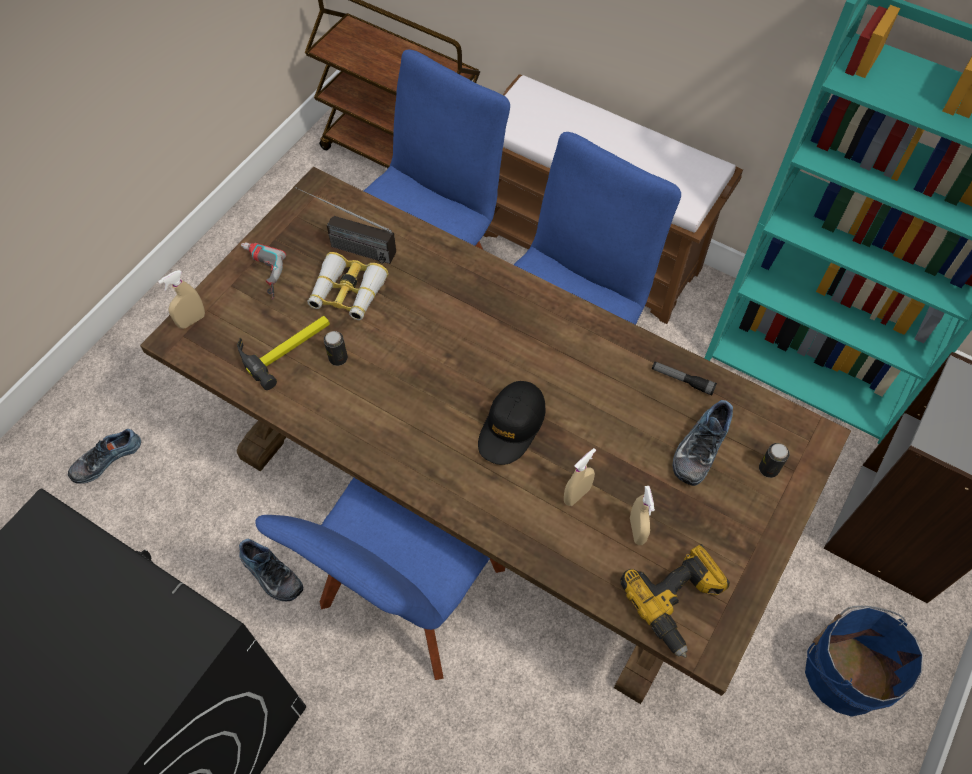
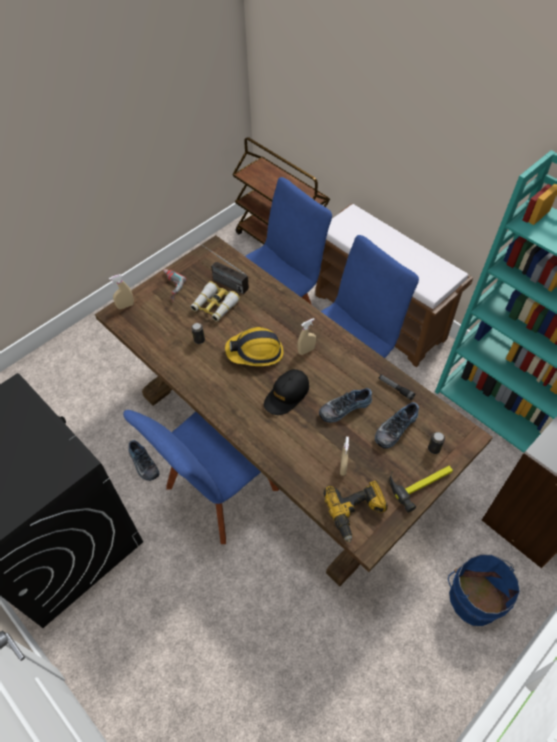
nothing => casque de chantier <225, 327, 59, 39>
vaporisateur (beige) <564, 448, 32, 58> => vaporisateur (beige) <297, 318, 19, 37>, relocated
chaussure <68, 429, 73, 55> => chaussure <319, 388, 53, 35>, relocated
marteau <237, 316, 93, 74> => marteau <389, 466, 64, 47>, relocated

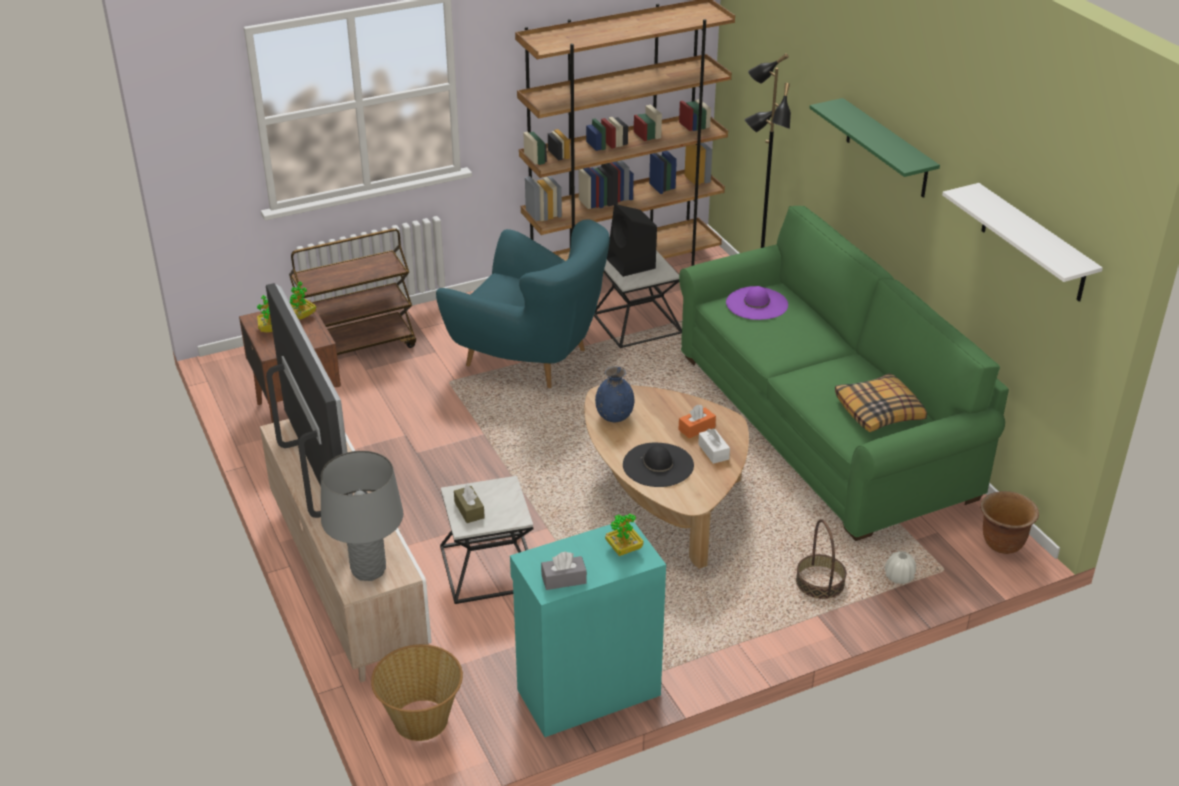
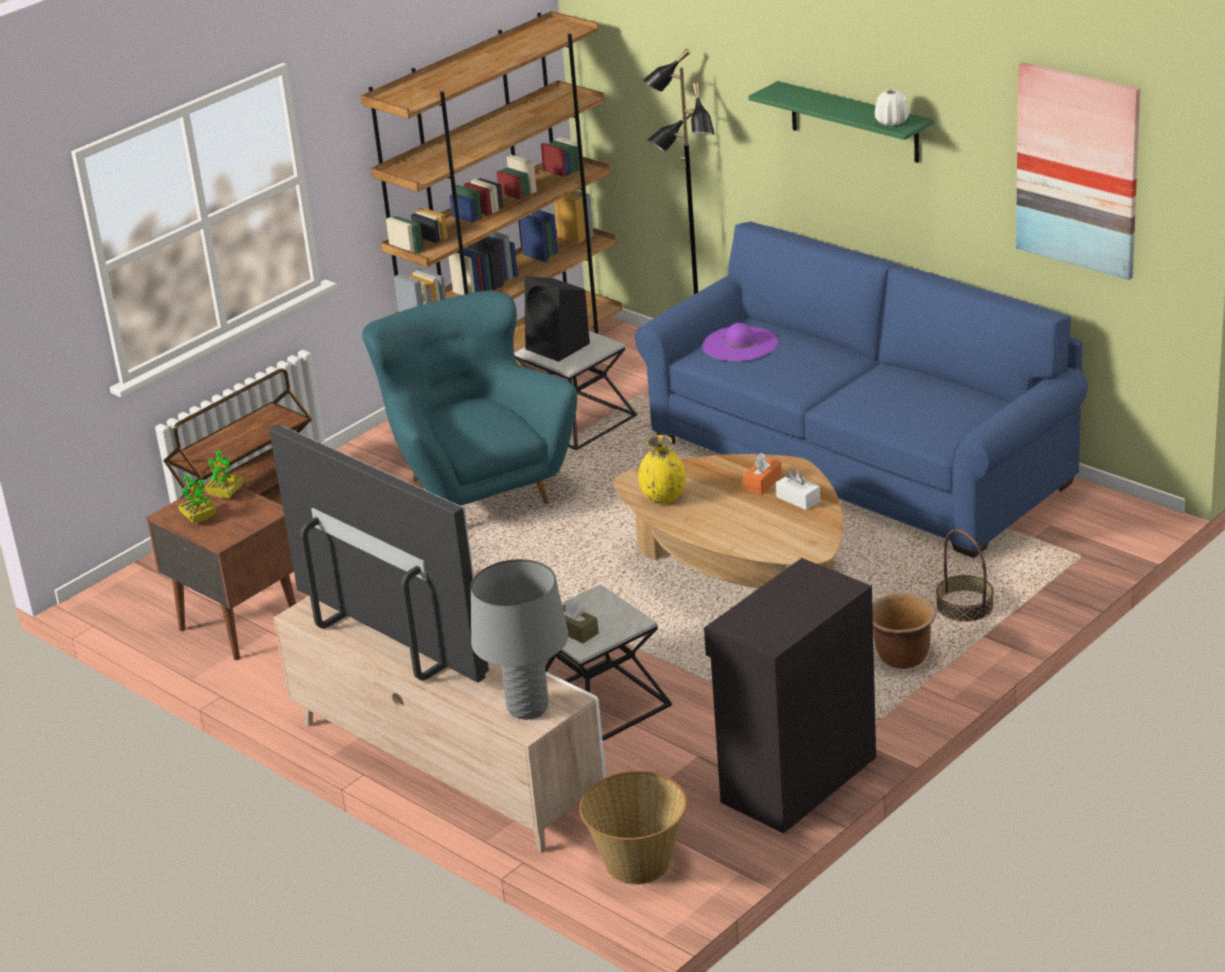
fauteuil (turquoise) <436, 220, 174, 168> => fauteuil (turquoise) <362, 291, 215, 214>, 120 degrees counterclockwise
canapé (vert) <679, 206, 330, 335> => canapé (bleu) <635, 221, 453, 337>
vase (bleu) <595, 367, 39, 55> => vase (jaune) <638, 435, 48, 69>
meuble de rangement (turquoise) <510, 522, 156, 215> => meuble de rangement (noir) <704, 558, 172, 276>
cache-pot (marron) <980, 491, 59, 63> => cache-pot (marron) <872, 593, 65, 76>, relocated
vase (blanc) <885, 551, 31, 33> => vase (blanc) <875, 90, 34, 36>, relocated
étagère (blanc) <942, 183, 161, 119> => tableau <1016, 62, 124, 218>
boîte à mouchoirs (gris) <541, 552, 46, 38> => nothing
plante en pot <605, 514, 39, 42> => nothing
chapeau (noir) <623, 443, 71, 44> => nothing
coussin <835, 373, 92, 59> => nothing

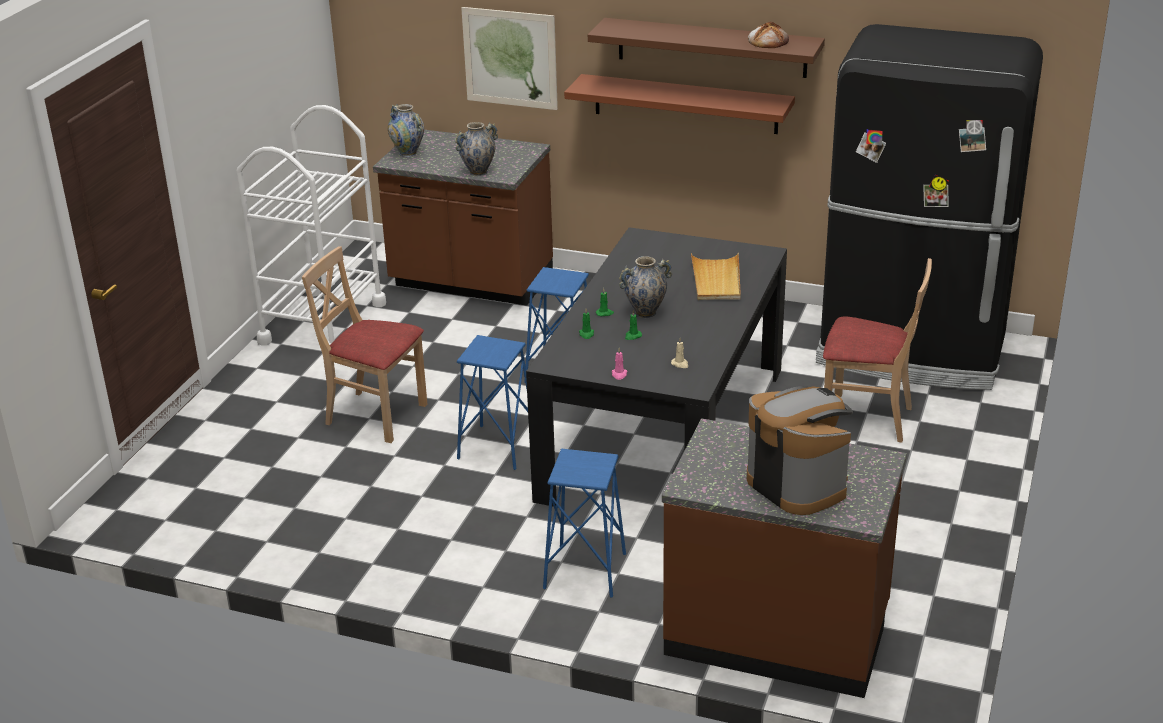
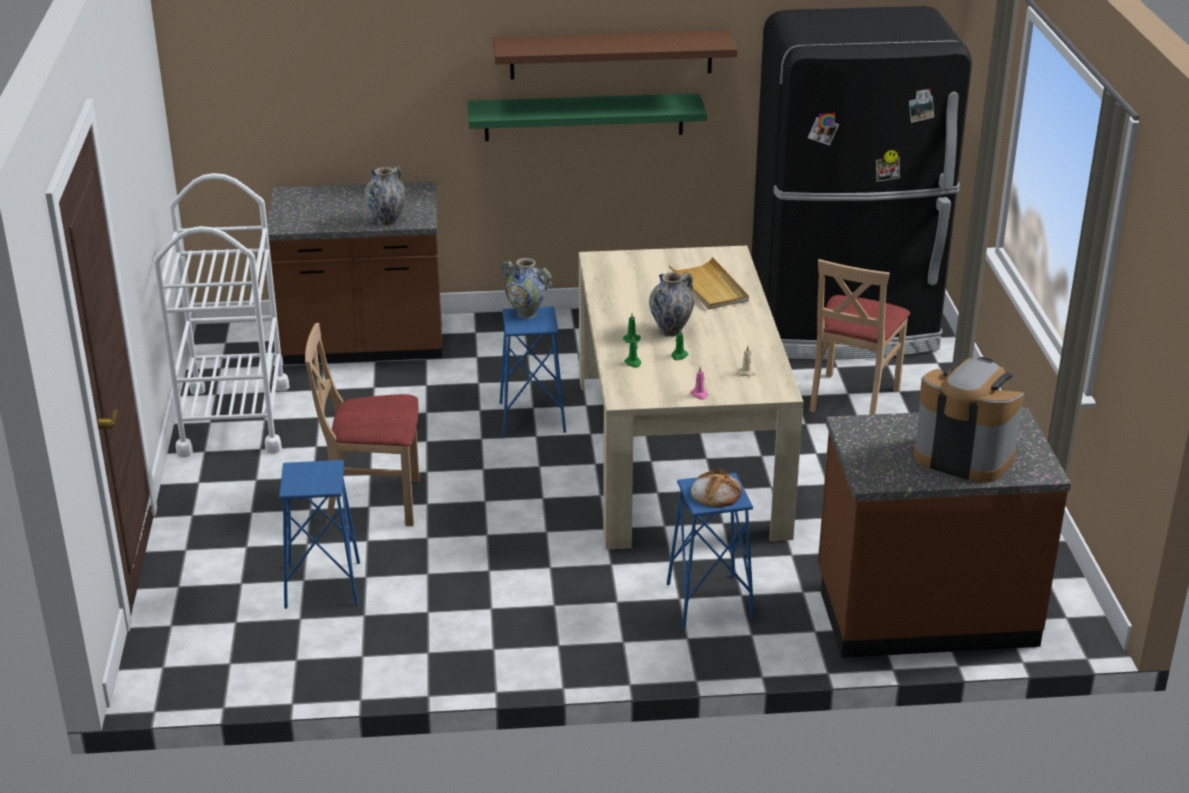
tabouret (bleu) <457, 335, 71, 135> => tabouret (bleu) <279, 460, 81, 149>, relocated
étagère (marron) <564, 74, 231, 60> => étagère (vert) <467, 93, 240, 48>
vase <388, 104, 36, 53> => vase <501, 258, 51, 61>, relocated
table à manger (noir) <526, 227, 261, 280> => table à manger (beige) <579, 245, 224, 305>
pain <748, 22, 41, 26> => pain <691, 469, 51, 38>, relocated
chaise (beige) <823, 258, 109, 185> => chaise (beige) <809, 259, 101, 156>, 120 degrees clockwise
tableau <461, 7, 97, 103> => nothing

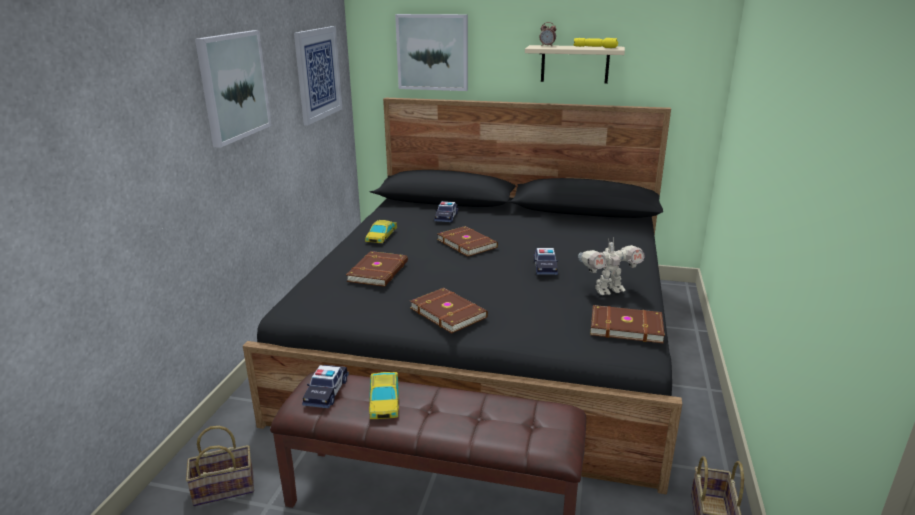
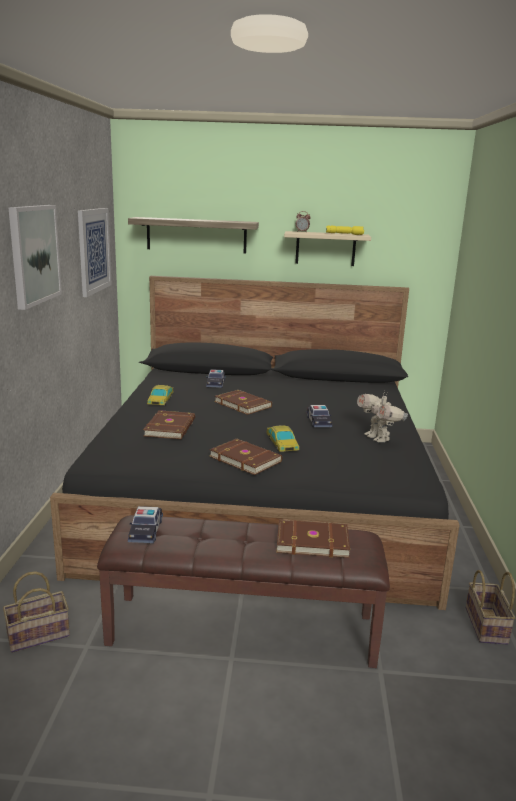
tableau <395, 14, 73, 77> => étagère <128, 217, 131, 37>
petite voiture <369, 372, 30, 47> => petite voiture <266, 426, 33, 26>, relocated
livre (marron) <590, 305, 75, 38> => livre (marron) <276, 520, 74, 38>, relocated
robot jouet <578, 237, 67, 58> => robot jouet <357, 391, 51, 51>, 90 degrees clockwise

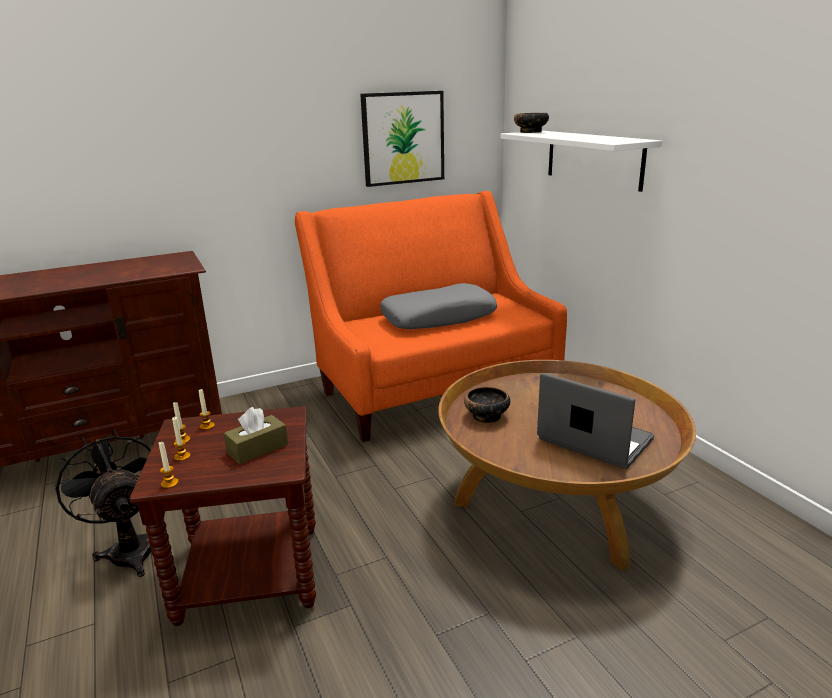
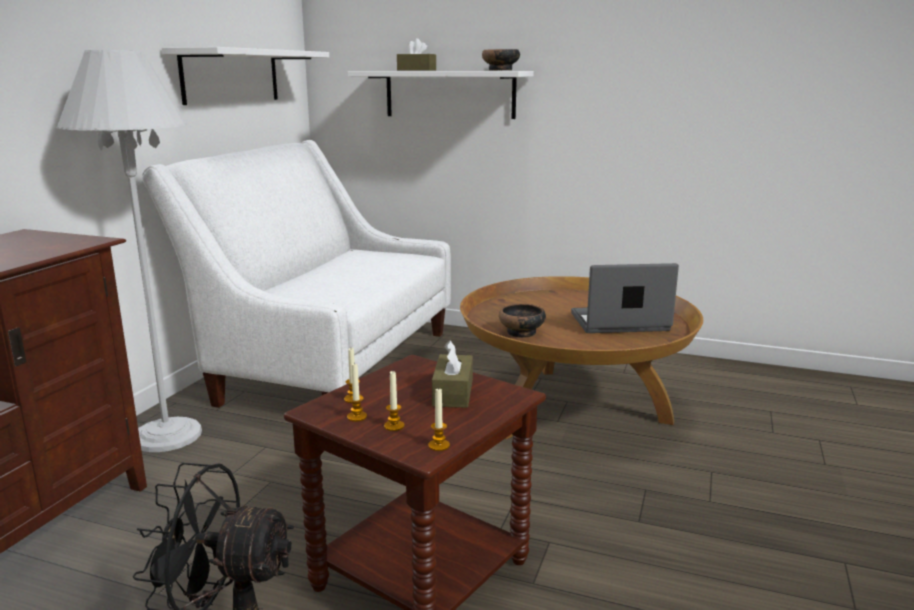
nothing => lampadaire (blanc) <57, 50, 145, 402>
canapé (orange) <295, 191, 272, 251> => canapé (blanc) <142, 140, 309, 268>
tableau <360, 91, 84, 96> => étagère (blanc) <162, 47, 167, 58>
nothing => boîte à mouchoirs (marron) <397, 38, 39, 33>
bol <514, 113, 35, 20> => bol <482, 49, 38, 21>, relocated
coussin (gris) <380, 283, 117, 46> => nothing

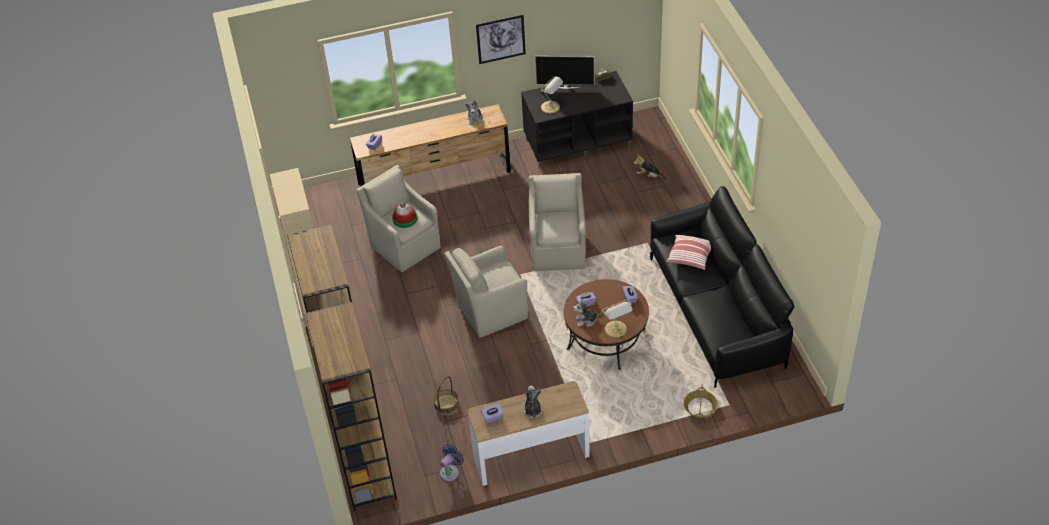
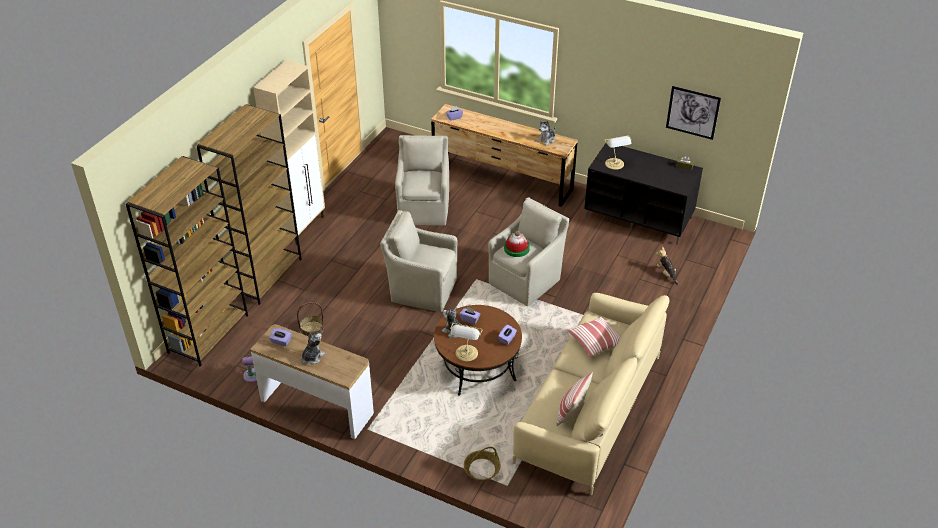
chapeau <392, 202, 26, 26> => chapeau <504, 231, 26, 26>, relocated
canapé (noir) <650, 186, 145, 202> => canapé (beige) <513, 293, 157, 202>
nothing => coussin <557, 372, 36, 54>
tableau <476, 15, 50, 49> => tableau <666, 86, 55, 54>, relocated
téléviseur <535, 56, 60, 33> => nothing

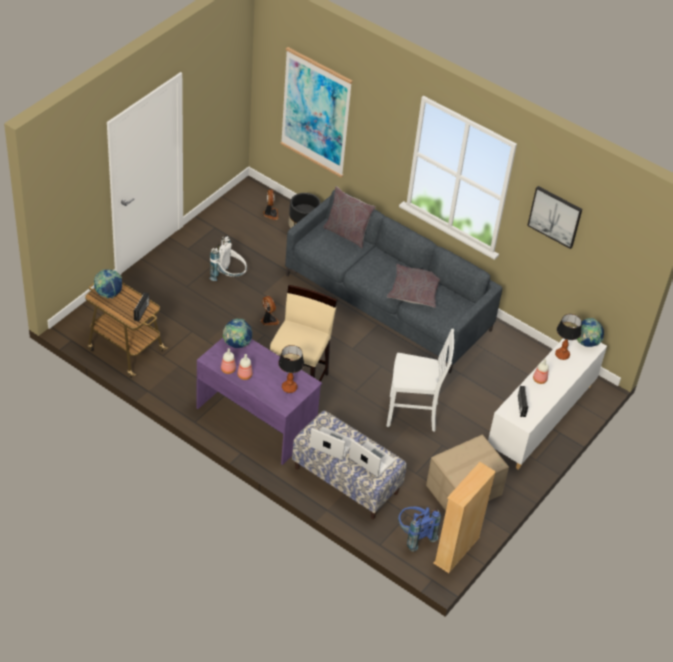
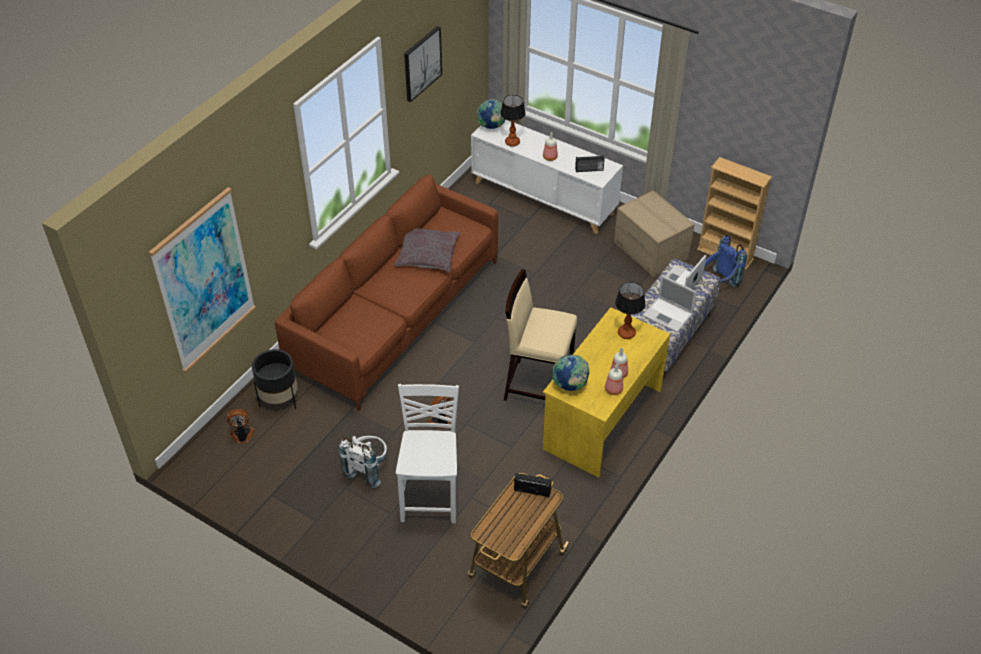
canapé (gris) <285, 190, 217, 183> => canapé (marron) <275, 174, 223, 237>
chaise (blanc) <386, 329, 68, 103> => chaise (blanc) <396, 384, 63, 140>, relocated
bureau (violet) <197, 338, 125, 127> => bureau (jaune) <543, 307, 127, 171>
ordinateur portable <310, 426, 45, 34> => ordinateur portable <643, 275, 54, 58>, 75 degrees counterclockwise
globe <94, 270, 28, 28> => nothing
coussin (gris) <323, 186, 53, 62> => nothing

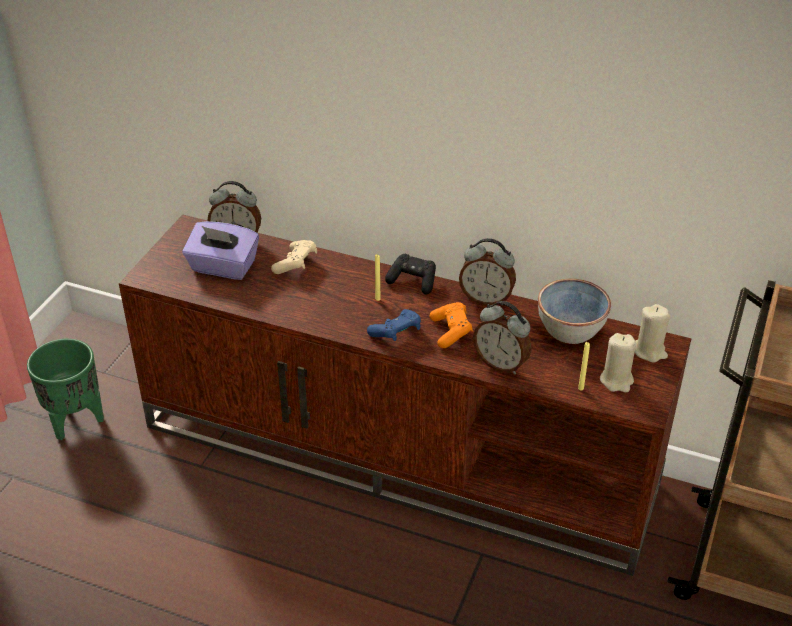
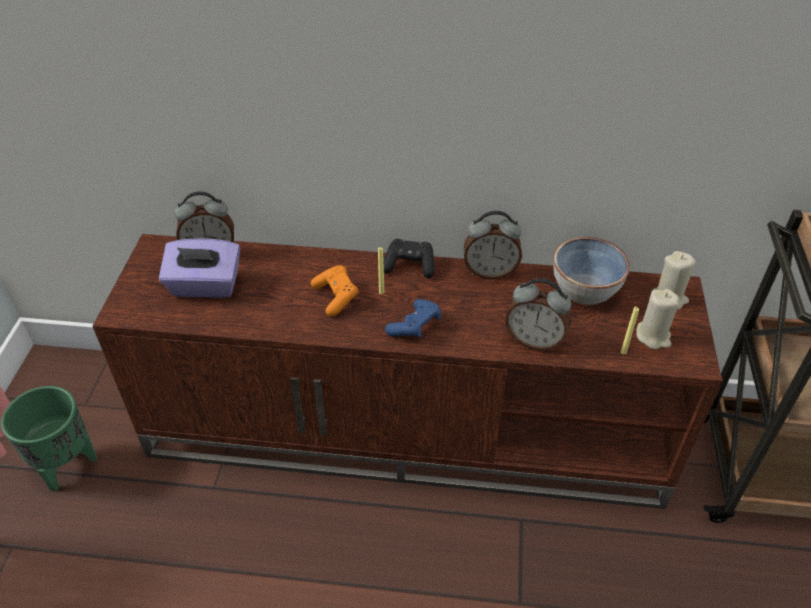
manette (orange) <430, 302, 43, 46> => manette (orange) <311, 265, 48, 51>, relocated
manette (beige) <271, 240, 46, 34> => nothing

